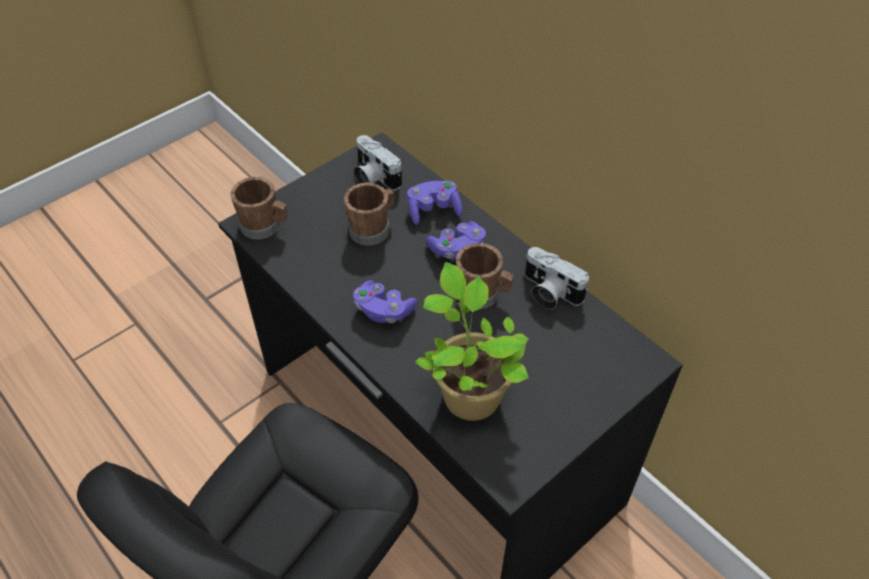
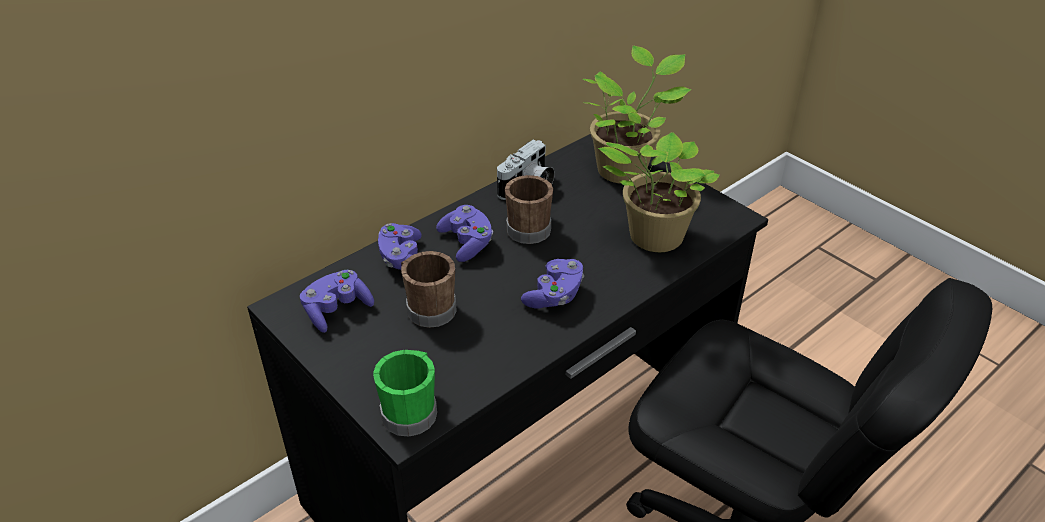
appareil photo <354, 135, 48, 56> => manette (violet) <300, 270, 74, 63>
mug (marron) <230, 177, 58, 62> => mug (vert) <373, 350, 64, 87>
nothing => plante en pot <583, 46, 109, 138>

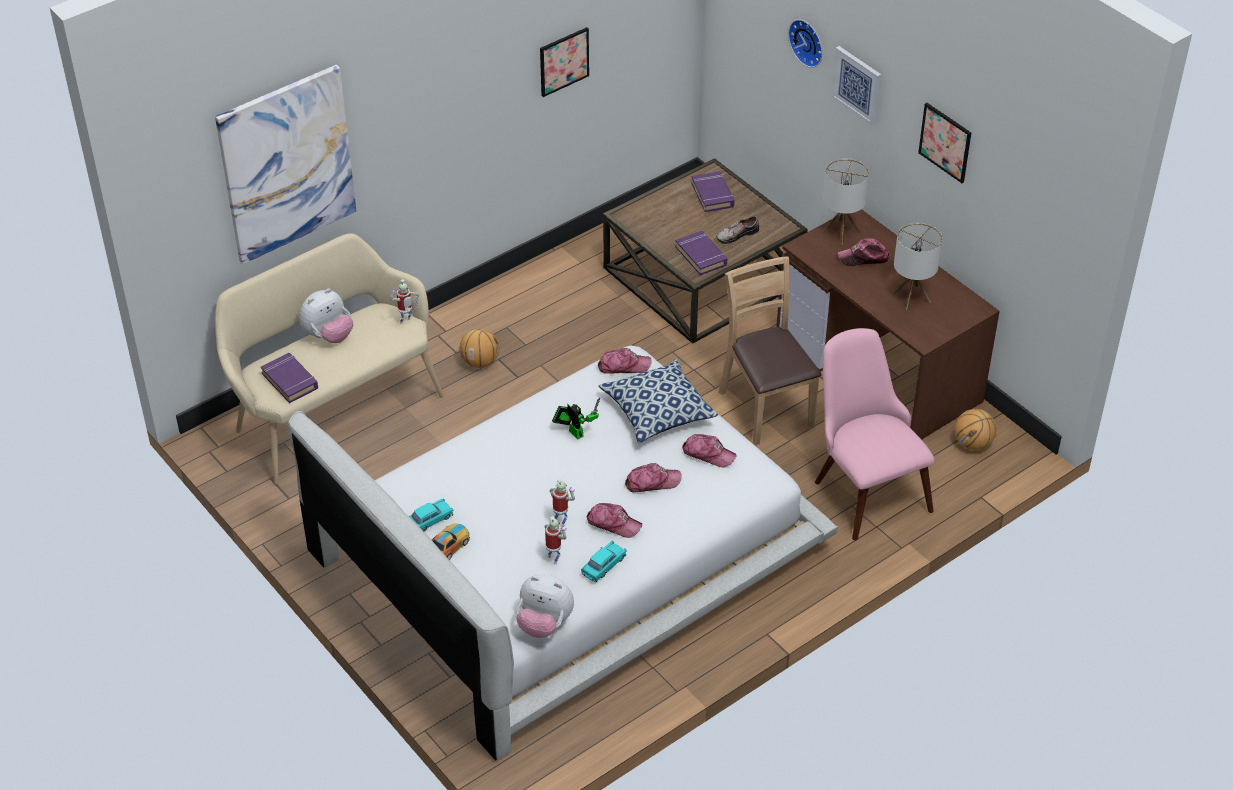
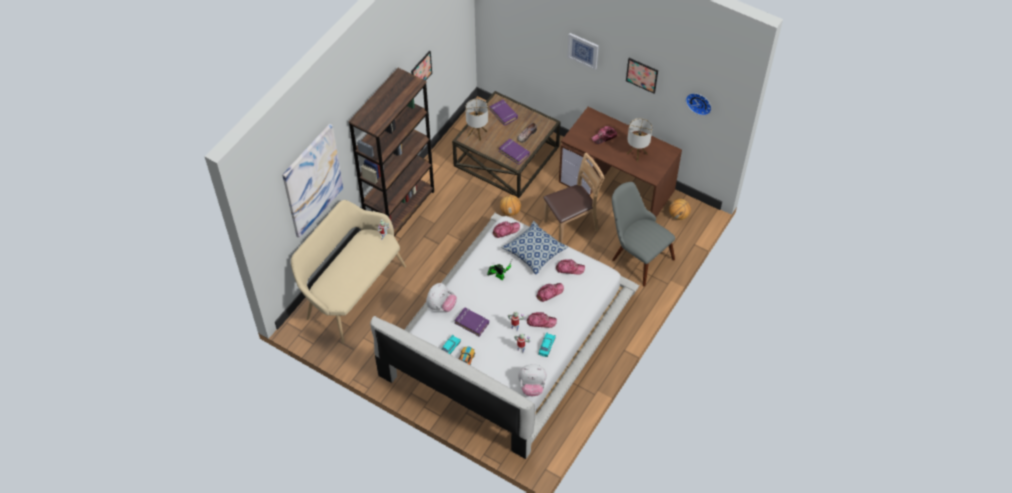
nothing => bibliothèque (marron) <348, 68, 86, 168>
peluche <299, 288, 54, 55> => peluche <426, 283, 31, 29>, relocated
livre (violet) <261, 353, 57, 50> => livre (violet) <454, 307, 35, 30>, relocated
lampe de table <822, 158, 47, 87> => lampe de table <465, 99, 23, 42>, relocated
ballon de basket <459, 328, 40, 40> => ballon de basket <500, 195, 21, 21>, relocated
chaise (marron) <719, 256, 103, 189> => chaise (marron) <543, 153, 62, 90>, 105 degrees clockwise
chaise (rose) <815, 328, 119, 213> => chaise (gris) <612, 182, 63, 105>
horloge murale <788, 19, 35, 49> => horloge murale <686, 93, 26, 23>, relocated

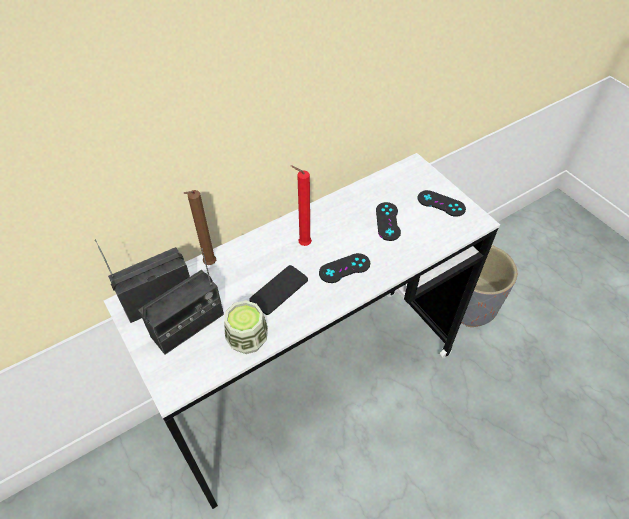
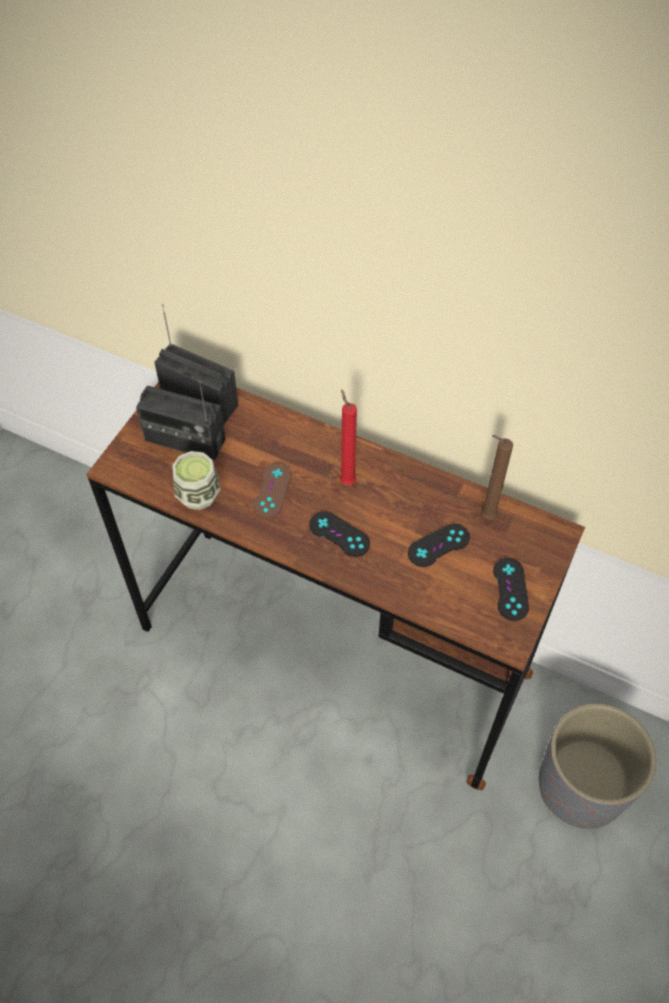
bureau (blanc) <104, 153, 396, 356> => bureau (marron) <86, 382, 499, 408>
téléphone <249, 265, 59, 50> => manette (marron) <253, 463, 39, 55>
bougie (marron) <183, 190, 33, 75> => bougie (marron) <481, 435, 32, 84>, relocated

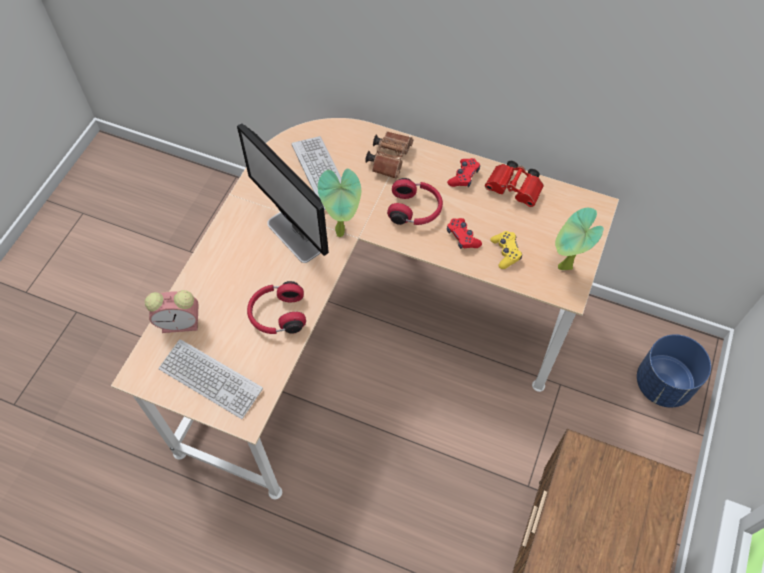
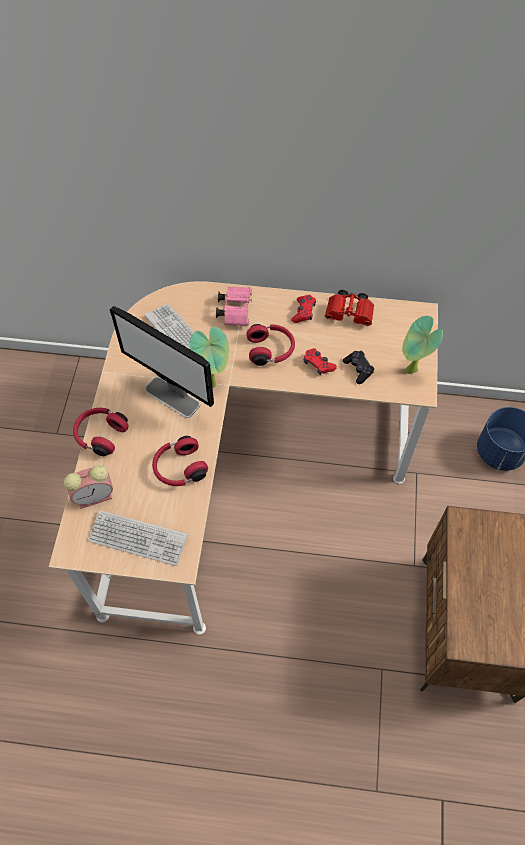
nothing => casque audio (rouge) <73, 408, 56, 48>
jumelles (marron) <365, 132, 48, 47> => jumelles (rose) <216, 287, 36, 40>
manette (jaune) <490, 231, 32, 38> => manette (noir) <343, 351, 31, 33>

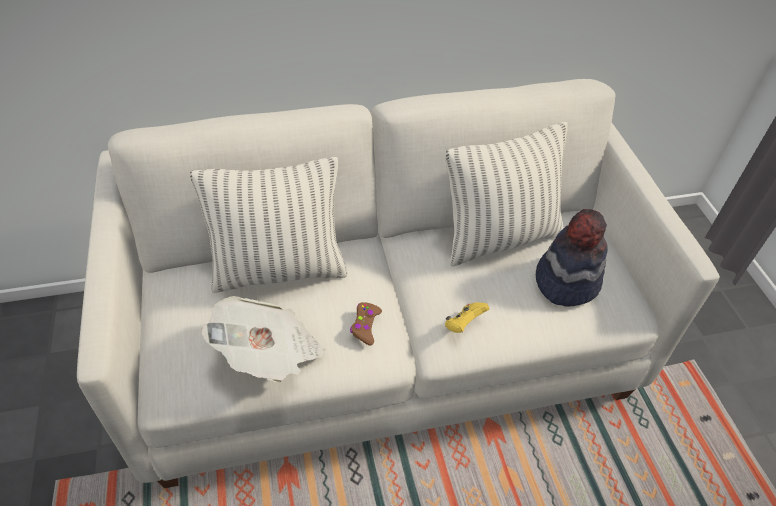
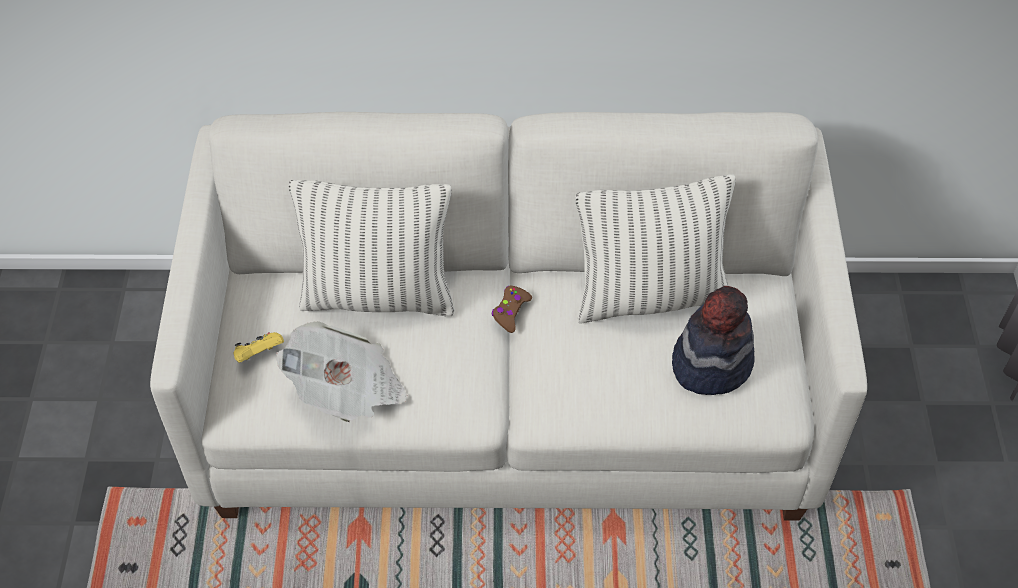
manette (jaune) <445, 302, 44, 31> => manette (jaune) <234, 332, 50, 31>, relocated
manette (marron) <350, 302, 32, 44> => manette (marron) <492, 286, 40, 47>, relocated

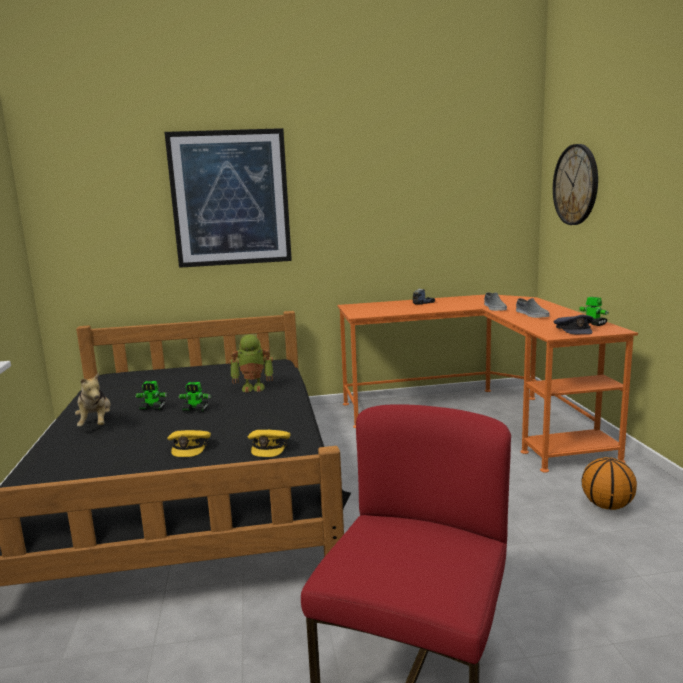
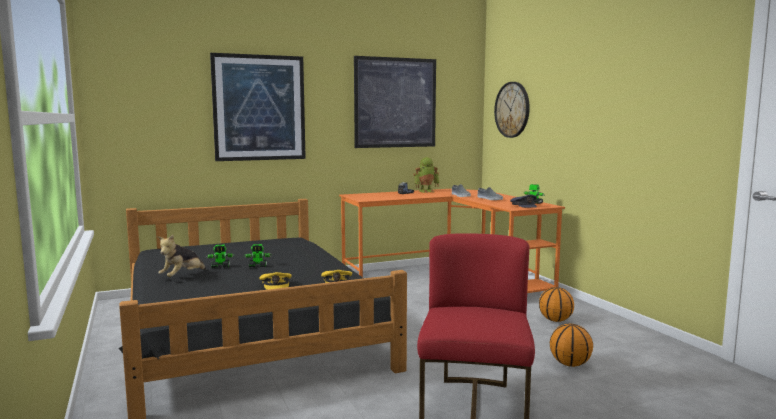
peluche <75, 372, 36, 55> => peluche <158, 235, 48, 42>, 60 degrees clockwise
nothing => tableau <354, 56, 82, 92>
robot jouet <229, 335, 44, 58> => robot jouet <413, 157, 26, 36>, relocated
nothing => ballon de basket <550, 324, 43, 43>

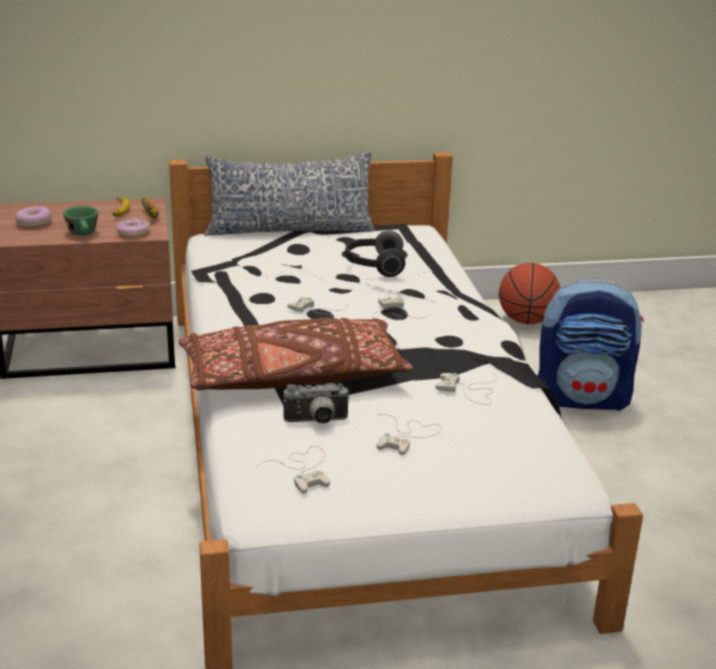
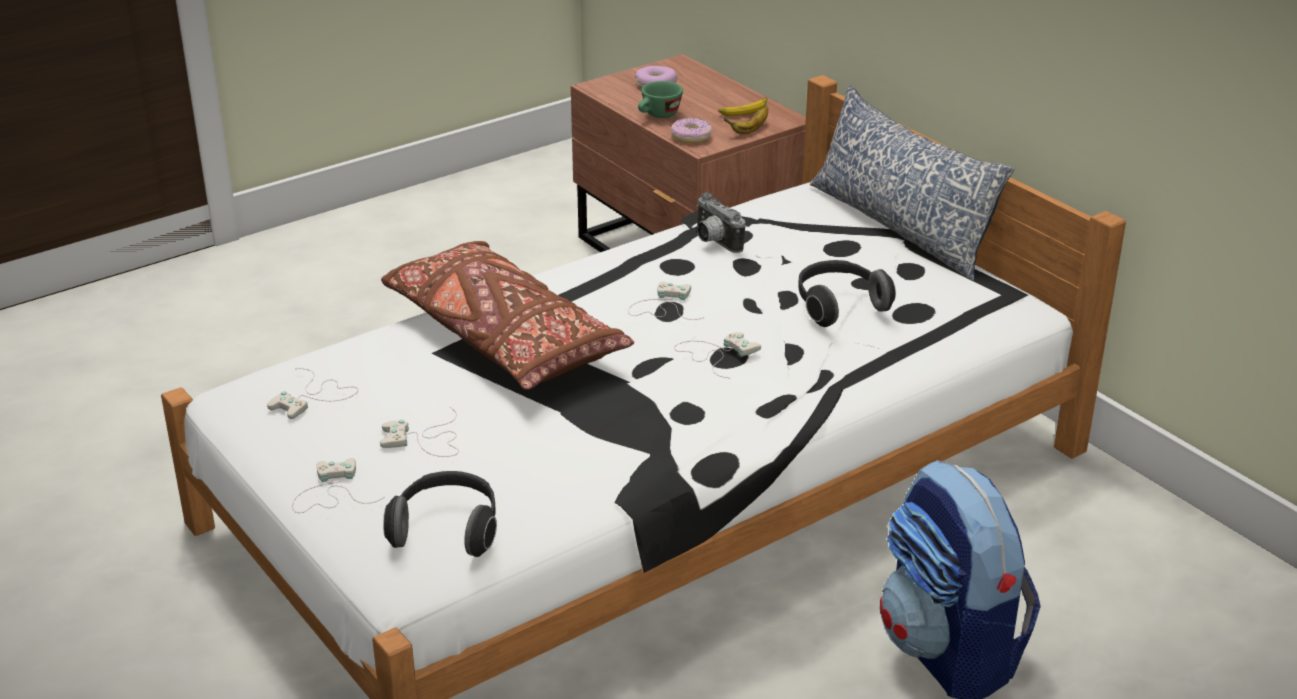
manette (blanc) <435, 373, 62, 32> => manette (blanc) <292, 458, 93, 55>, relocated
nothing => casque audio <383, 471, 114, 86>
appareil photo <283, 383, 67, 41> => appareil photo <696, 193, 50, 60>, relocated
ballon de basket <499, 263, 61, 61> => nothing

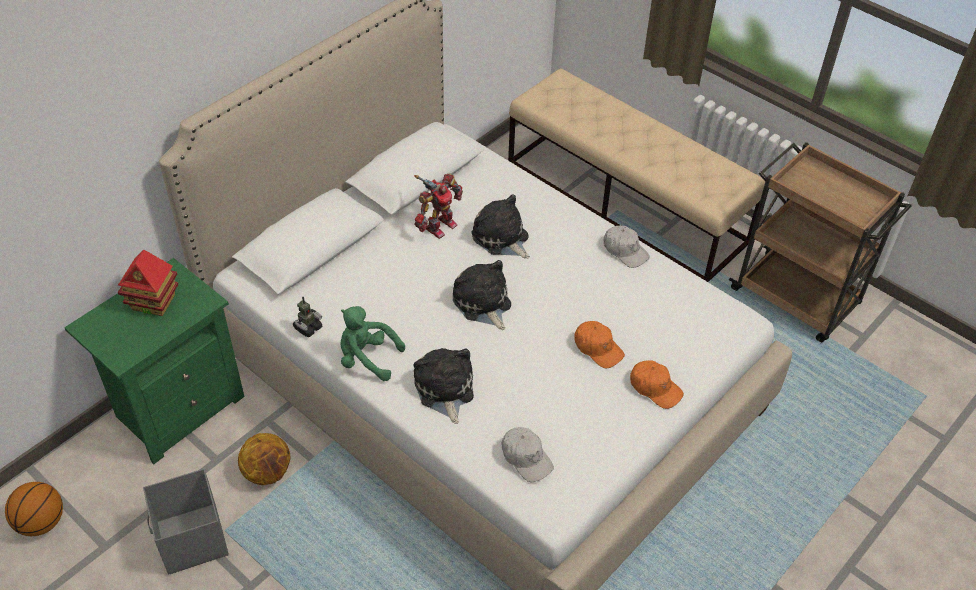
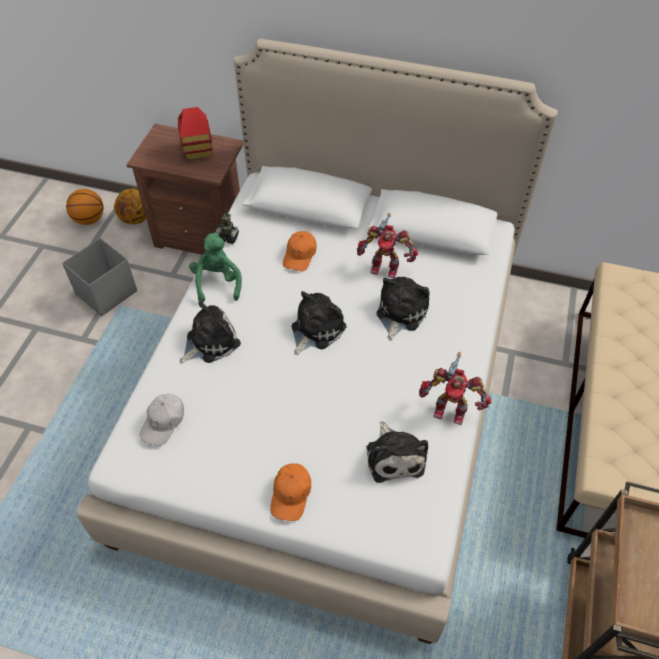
ballon de basket <238, 433, 52, 52> => ballon de basket <114, 189, 32, 35>, relocated
table de chevet (vert) <64, 258, 181, 206> => table de chevet (marron) <126, 124, 118, 131>
casquette (orange) <574, 321, 51, 47> => casquette (orange) <283, 231, 34, 40>, relocated
nothing => peluche <367, 421, 61, 62>
casquette (blanc) <604, 226, 46, 42> => robot jouet <419, 352, 72, 73>

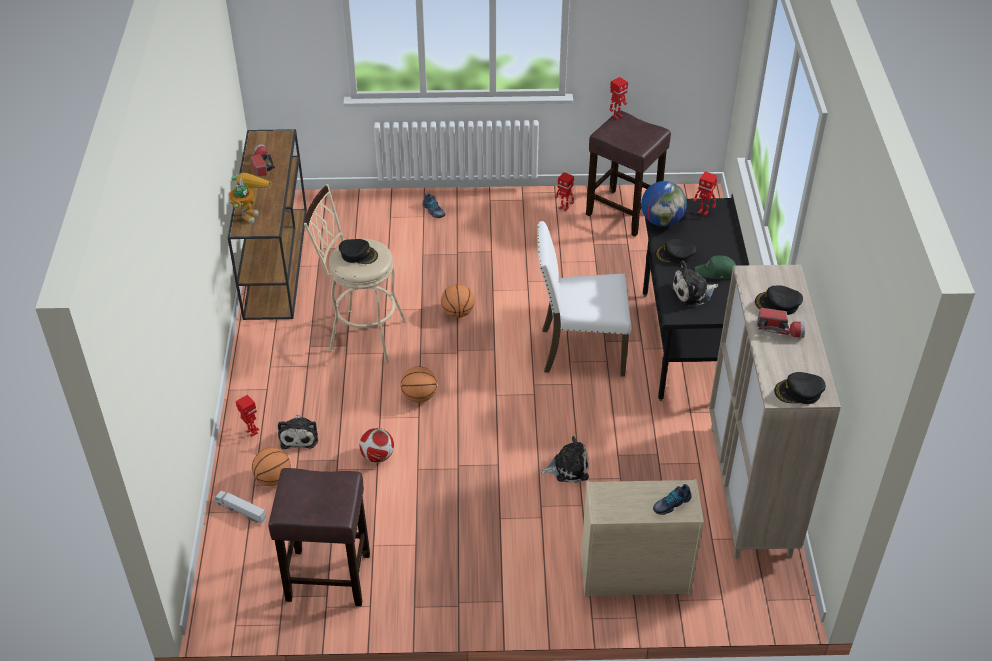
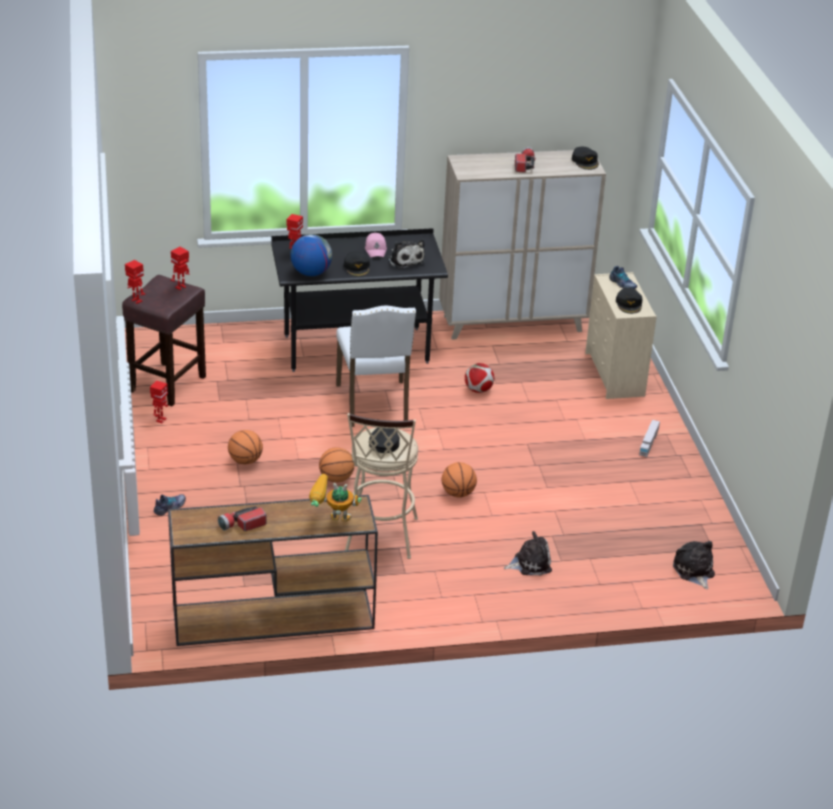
robot jouet <236, 395, 23, 42> => robot jouet <171, 247, 19, 43>, relocated
ballon de basket <252, 448, 39, 38> => ballon de basket <228, 430, 35, 34>, relocated
casquette (vert) <695, 255, 41, 24> => casquette (rose) <365, 233, 22, 24>
ballon de foot <360, 428, 34, 34> => ballon de foot <465, 363, 29, 30>, relocated
casquette (noir) <755, 285, 48, 30> => casquette (noir) <616, 288, 26, 26>, relocated
camion jouet <215, 491, 52, 33> => camion jouet <639, 420, 21, 37>, relocated
peluche <540, 436, 49, 47> => peluche <673, 541, 42, 48>, relocated
tabouret (marron) <268, 468, 102, 138> => nothing

